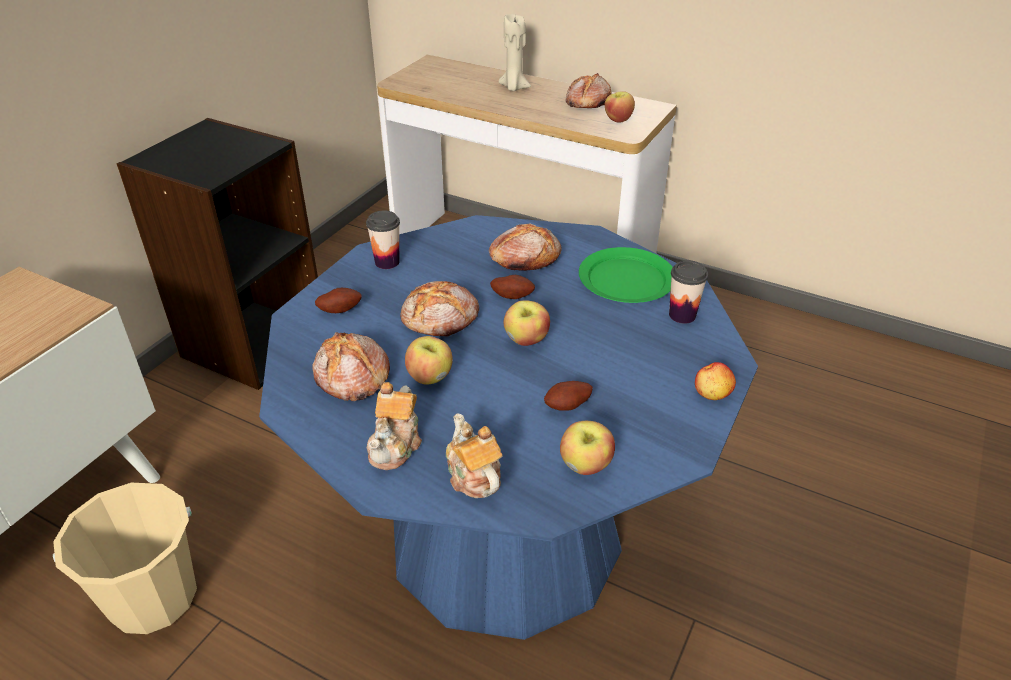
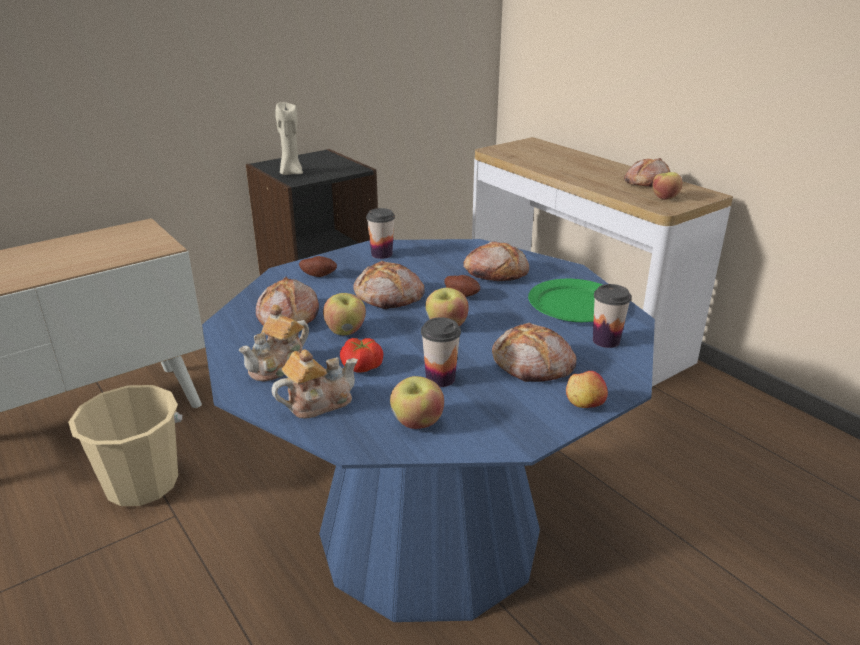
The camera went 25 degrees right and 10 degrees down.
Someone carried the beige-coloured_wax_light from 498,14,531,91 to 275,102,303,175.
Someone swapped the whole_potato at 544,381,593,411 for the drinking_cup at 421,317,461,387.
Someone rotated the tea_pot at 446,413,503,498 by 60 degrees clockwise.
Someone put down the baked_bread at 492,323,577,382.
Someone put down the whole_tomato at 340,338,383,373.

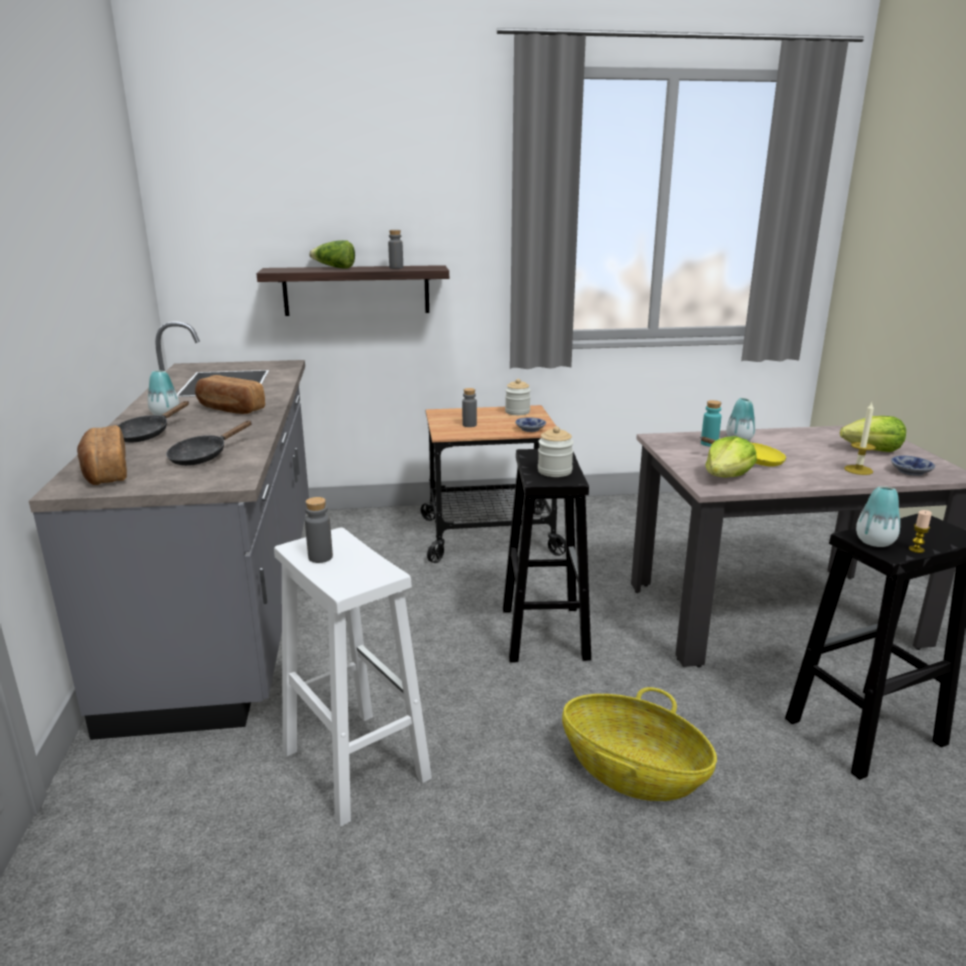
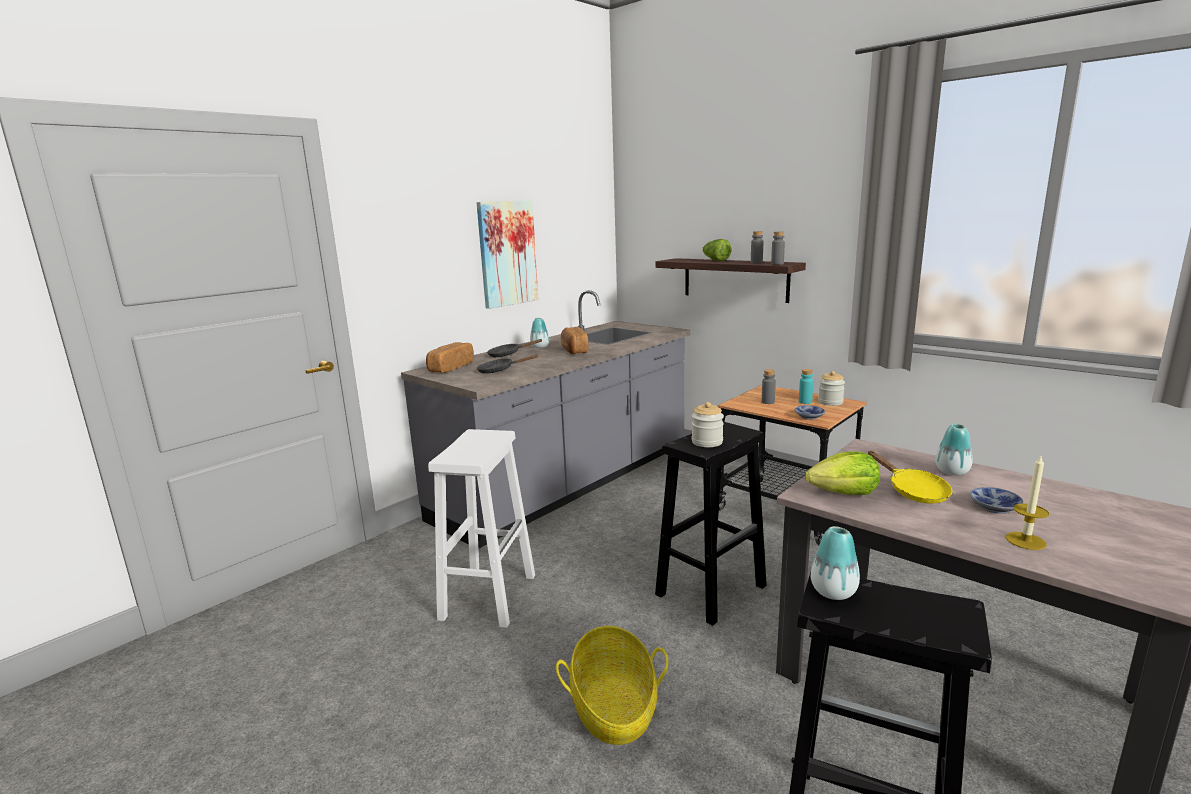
The camera went 50 degrees right and 5 degrees down.
Someone carried the turquoise-coloured_bottle from 701,400,722,447 to 799,369,814,404.
Someone took away the head_of_lettuce at 840,416,906,452.
Someone carried the serving_bowl from 891,455,935,476 to 970,487,1024,514.
Someone carried the greyish_bottle from 305,497,333,563 to 771,231,785,265.
Someone took away the wax_light at 909,510,932,553.
Someone put up the picture at 476,200,539,309.

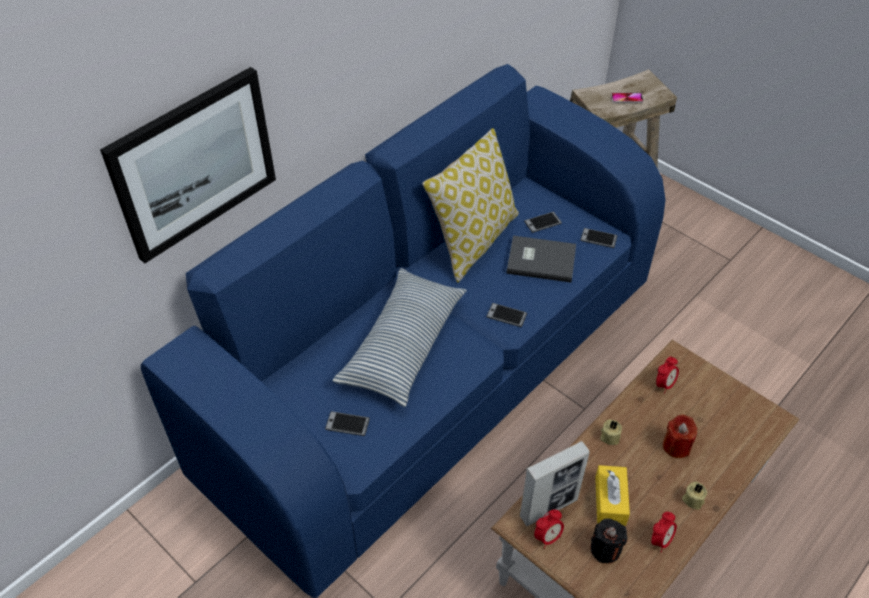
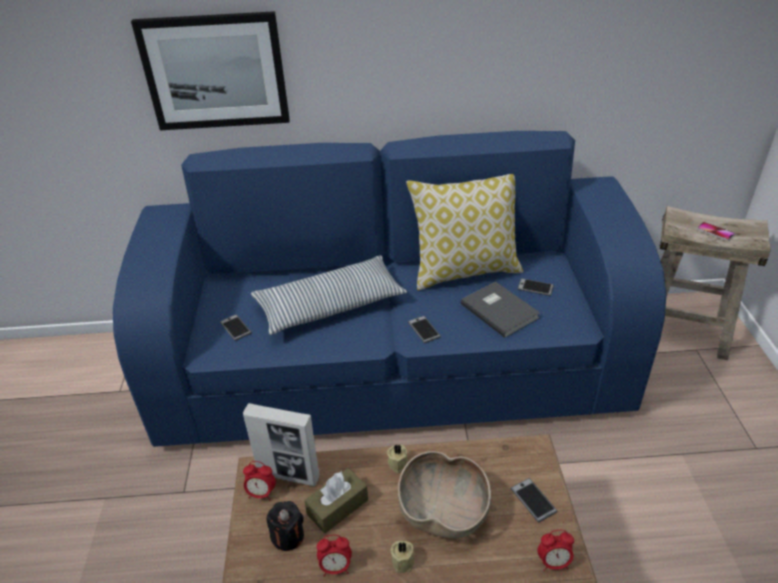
The camera went 45 degrees right and 10 degrees down.
Someone carried the telephone from 580,228,617,248 to 511,478,558,522.
Someone carried the bedside_clock from 656,356,679,394 to 537,530,574,571.
Someone swapped the red_wax_light at 663,415,697,458 for the brownish_serving_bowl at 398,451,491,539.
Someone repainted the yellowish_tissue_box at 595,465,630,526, which became the brownish_tissue_box at 304,468,368,534.

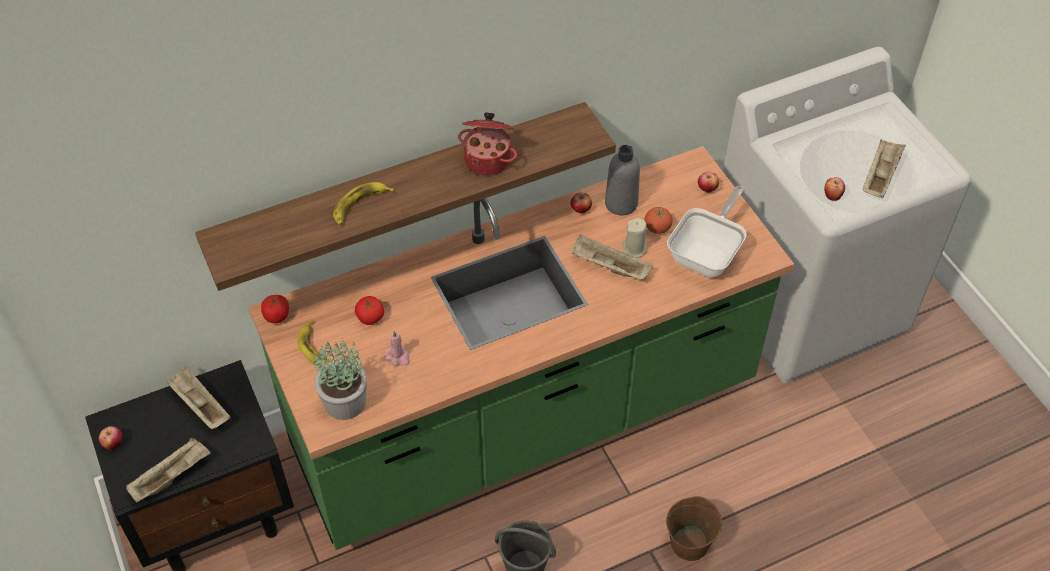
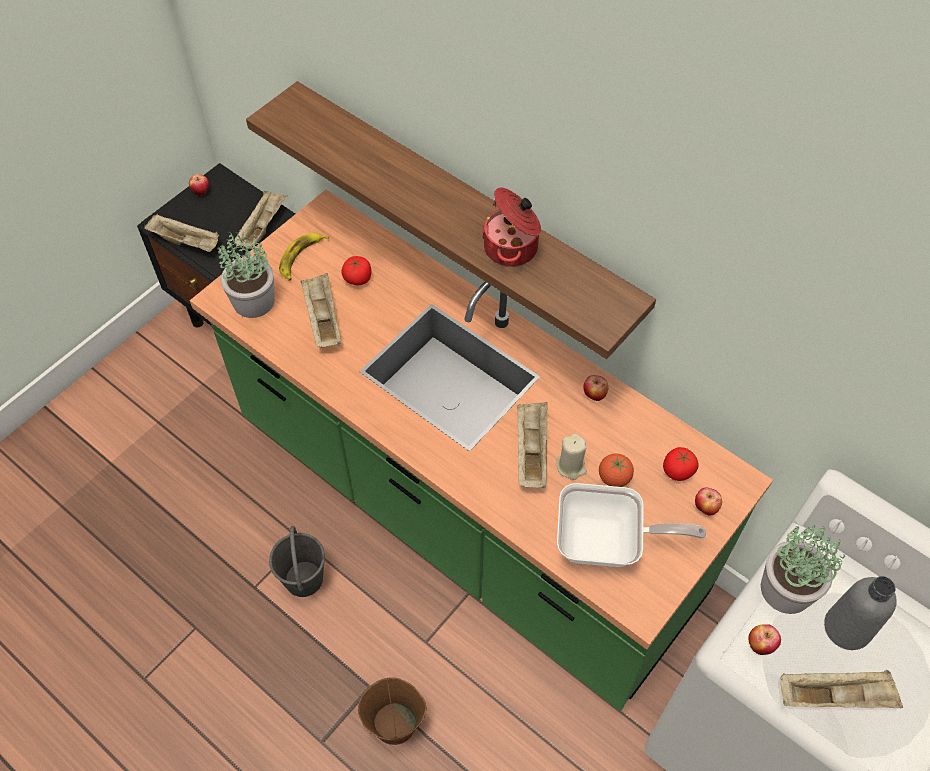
The camera went 65 degrees right and 5 degrees up.
Someone carried the greyish_bottle from 605,145,640,215 to 824,576,897,650.
Someone took away the whole_banana at 333,182,394,225.
Someone carried the whole_tomato from 261,295,289,323 to 663,447,698,481.
Someone swapped the pink_wax_light at 385,331,410,366 for the beige-coloured_tray at 301,273,341,347.
Someone put down the houseplant at 761,524,845,614.

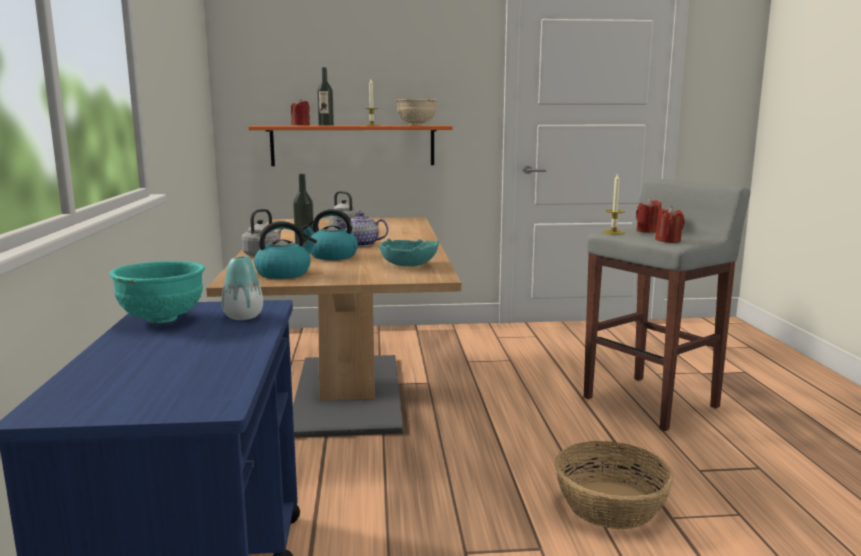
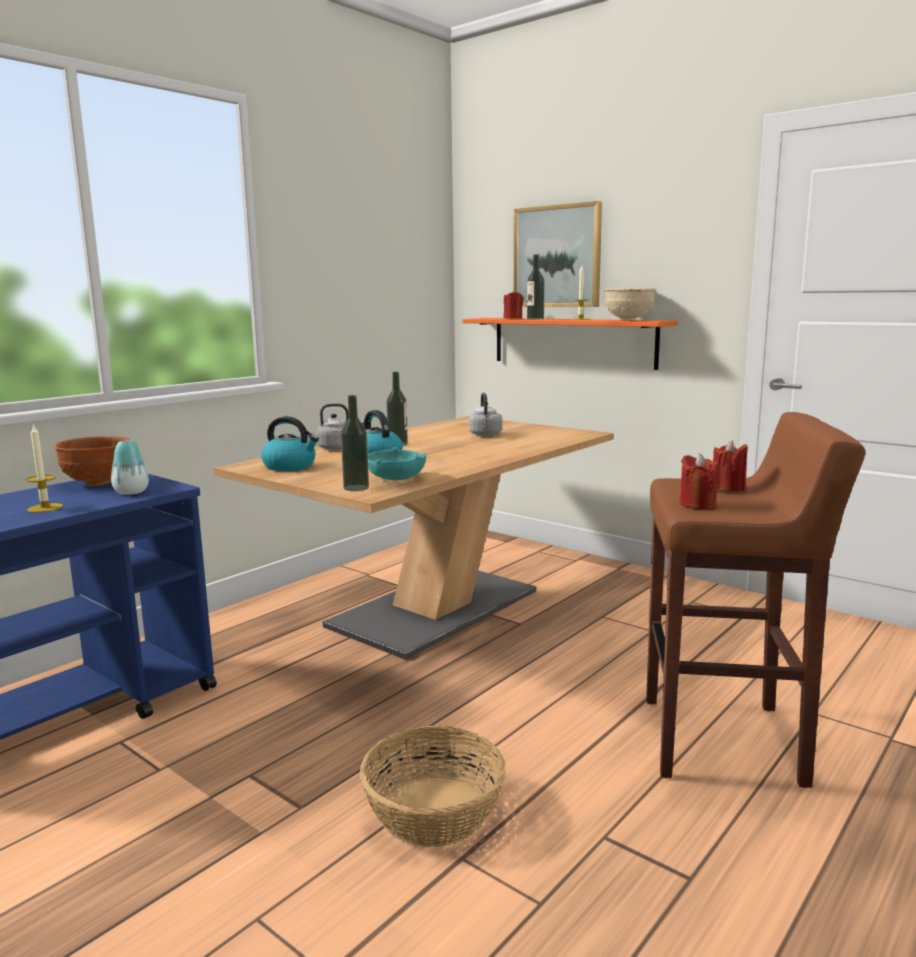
The camera went 45 degrees right and 0 degrees up.
Someone carried the wax_light from 603,173,625,235 to 26,423,63,513.
Someone repainted the greyish_sitting_stool at 584,179,751,431, which became the brownish_sitting_stool at 646,412,866,788.
Someone took away the tea_pot at 335,212,389,247.
Someone repainted the turquoise-coloured_serving_bowl at 110,261,205,323, which became the brownish_serving_bowl at 53,436,132,486.
Someone put up the picture at 514,201,602,307.
Someone put down the bottle at 341,395,369,491.

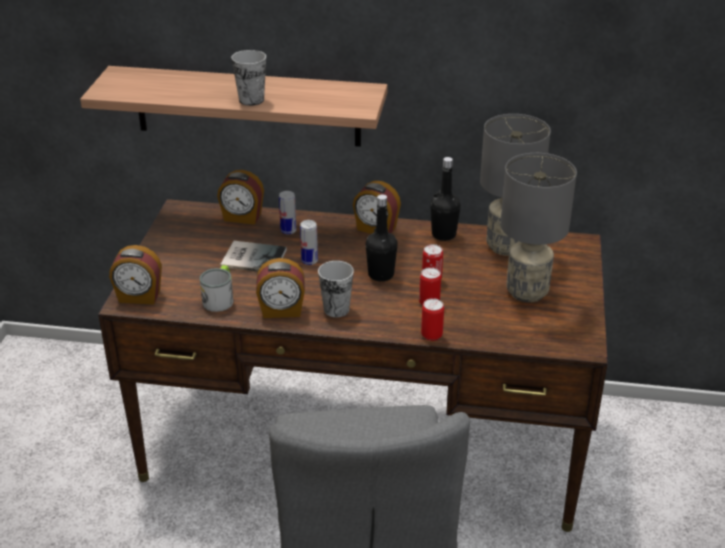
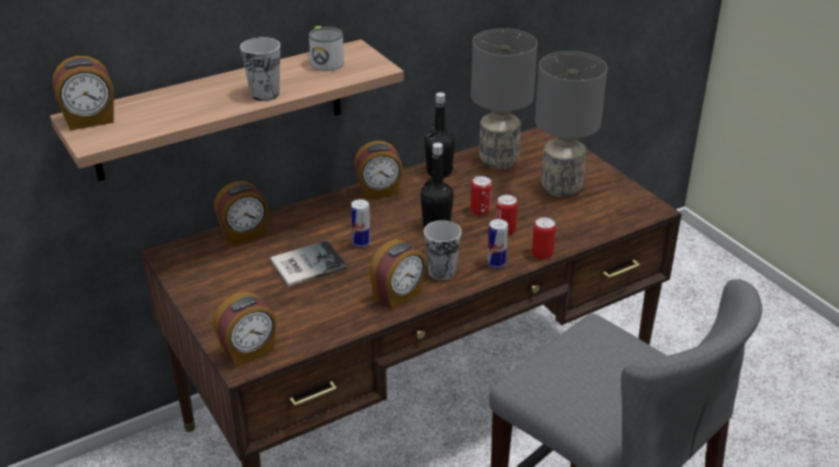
The camera went 40 degrees left and 0 degrees up.
Someone carried the sealed_can from 279,191,296,234 to 487,219,508,269.
Someone carried the coffee_mug from 200,265,234,312 to 309,26,344,71.
Someone put down the bedside_clock at 53,56,114,131.

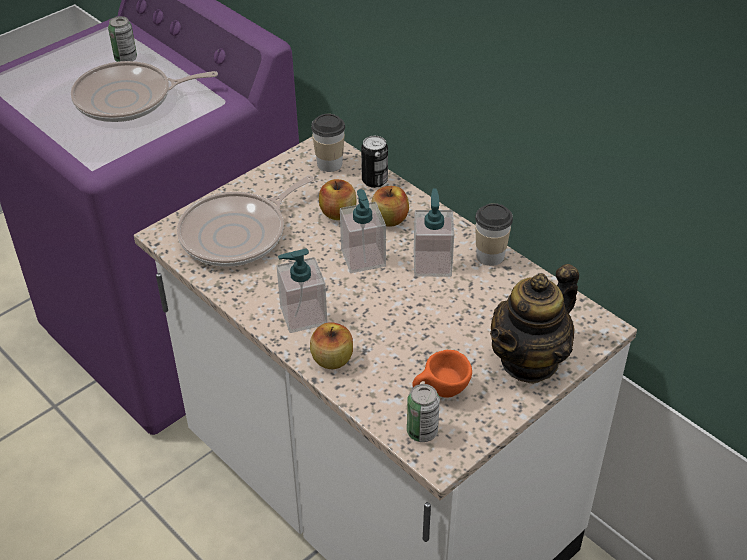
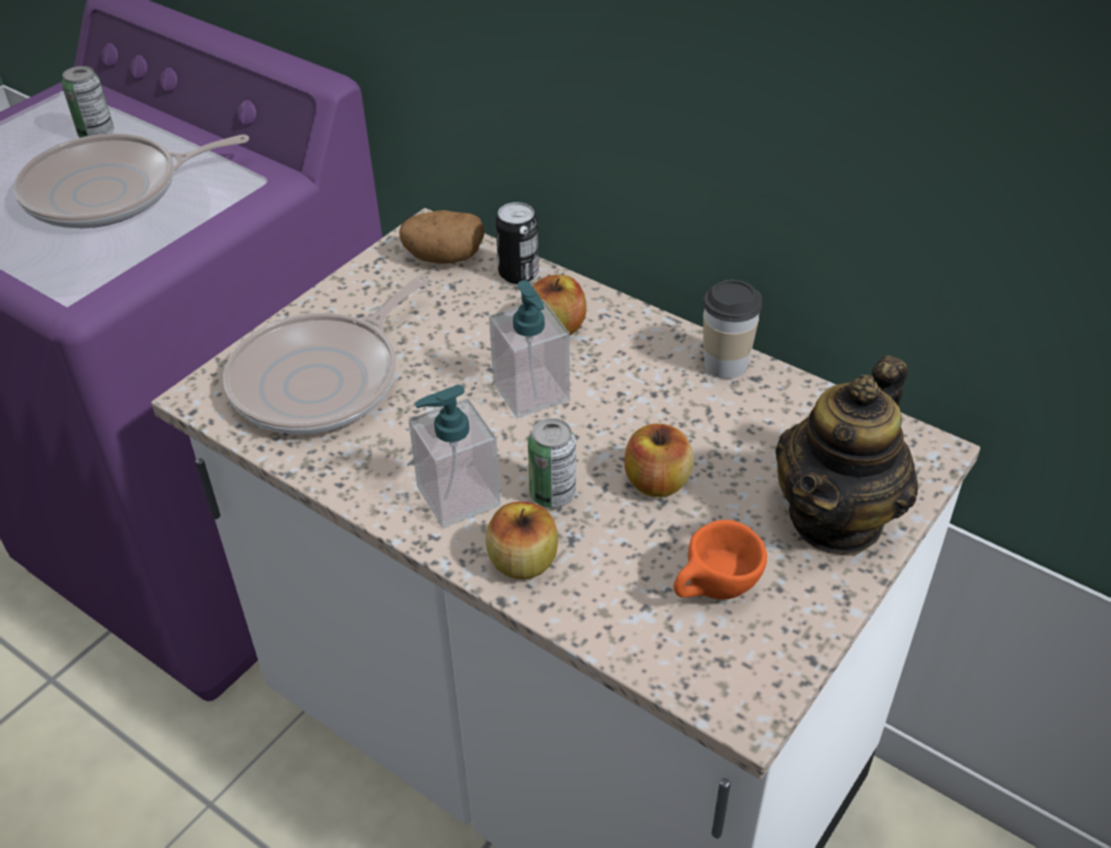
The camera went 10 degrees left and 0 degrees up.
Someone swapped the drinking_cup at 311,114,345,172 for the whole_potato at 399,210,484,263.
Someone carried the apple_fruit from 319,179,356,220 to 624,423,693,497.
Someone took away the soap_dispenser at 414,189,454,277.
Someone carried the sealed_can from 407,384,440,442 to 528,418,576,508.

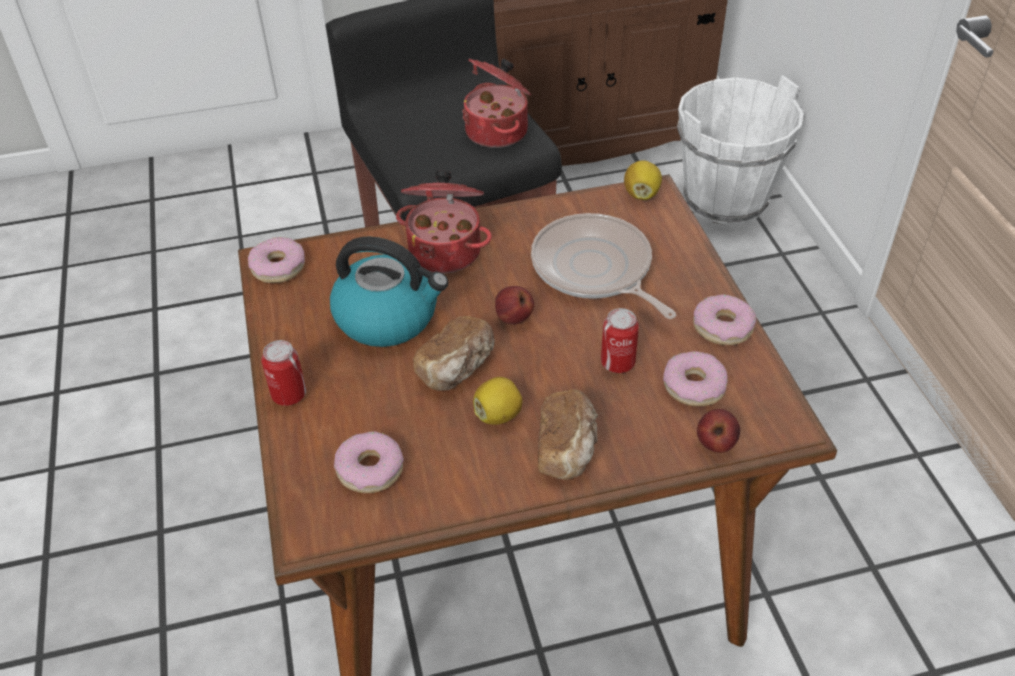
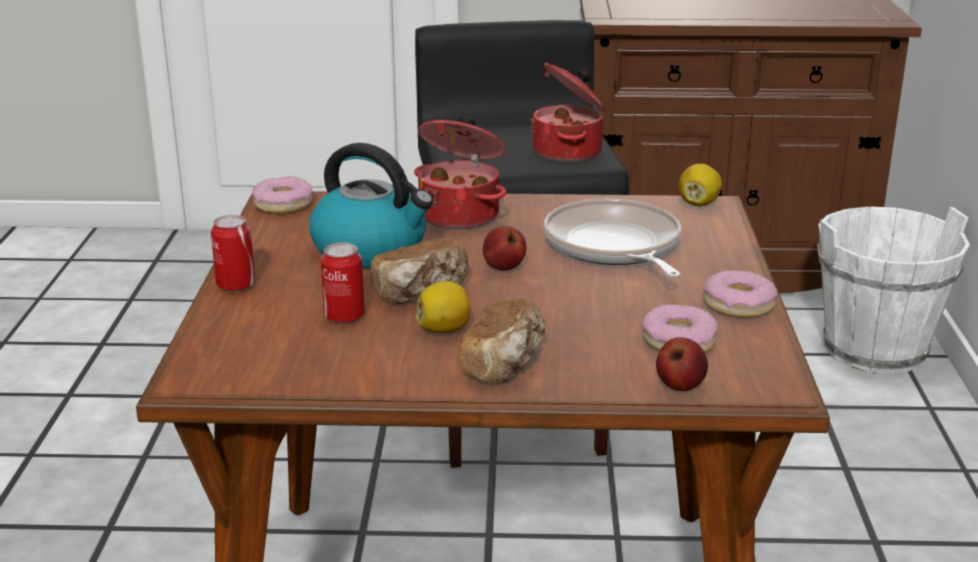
The camera went 15 degrees right and 20 degrees down.
Someone carried the sealed_can from 601,308,639,373 to 321,243,365,324.
Someone took away the ring_doughnut at 334,431,404,493.

